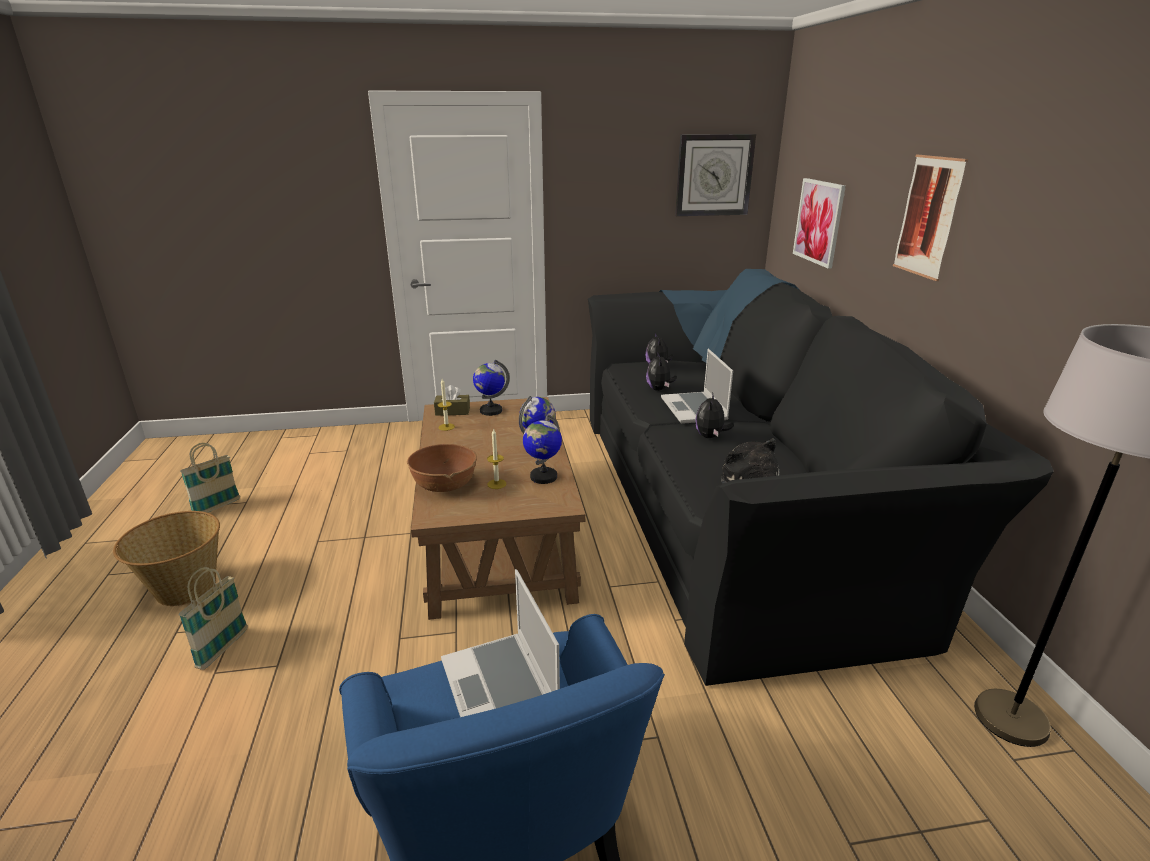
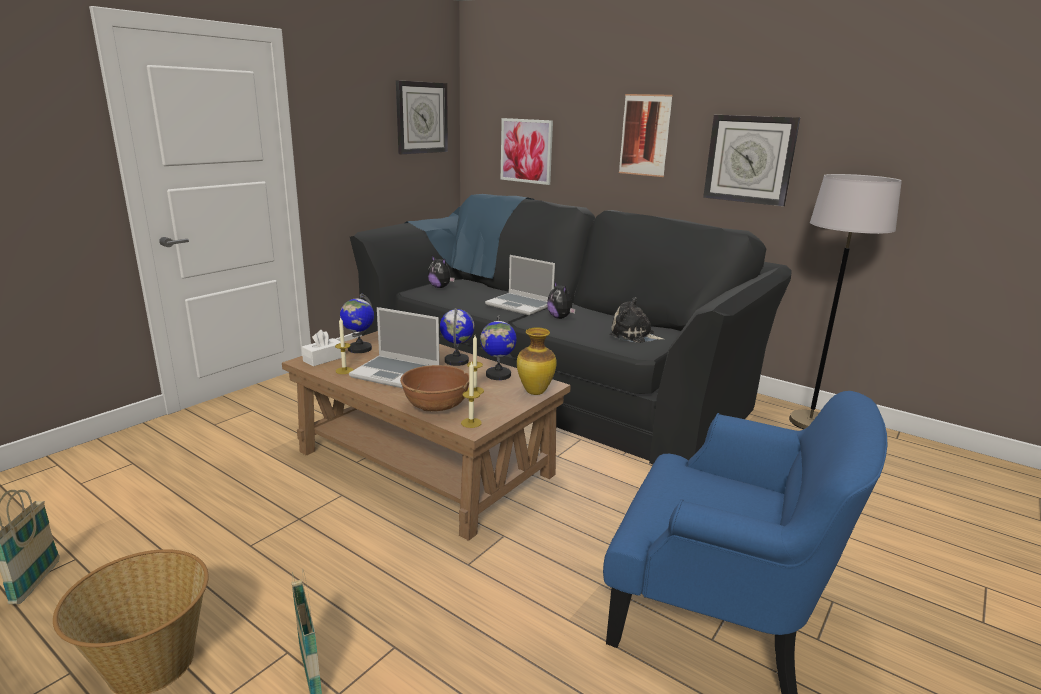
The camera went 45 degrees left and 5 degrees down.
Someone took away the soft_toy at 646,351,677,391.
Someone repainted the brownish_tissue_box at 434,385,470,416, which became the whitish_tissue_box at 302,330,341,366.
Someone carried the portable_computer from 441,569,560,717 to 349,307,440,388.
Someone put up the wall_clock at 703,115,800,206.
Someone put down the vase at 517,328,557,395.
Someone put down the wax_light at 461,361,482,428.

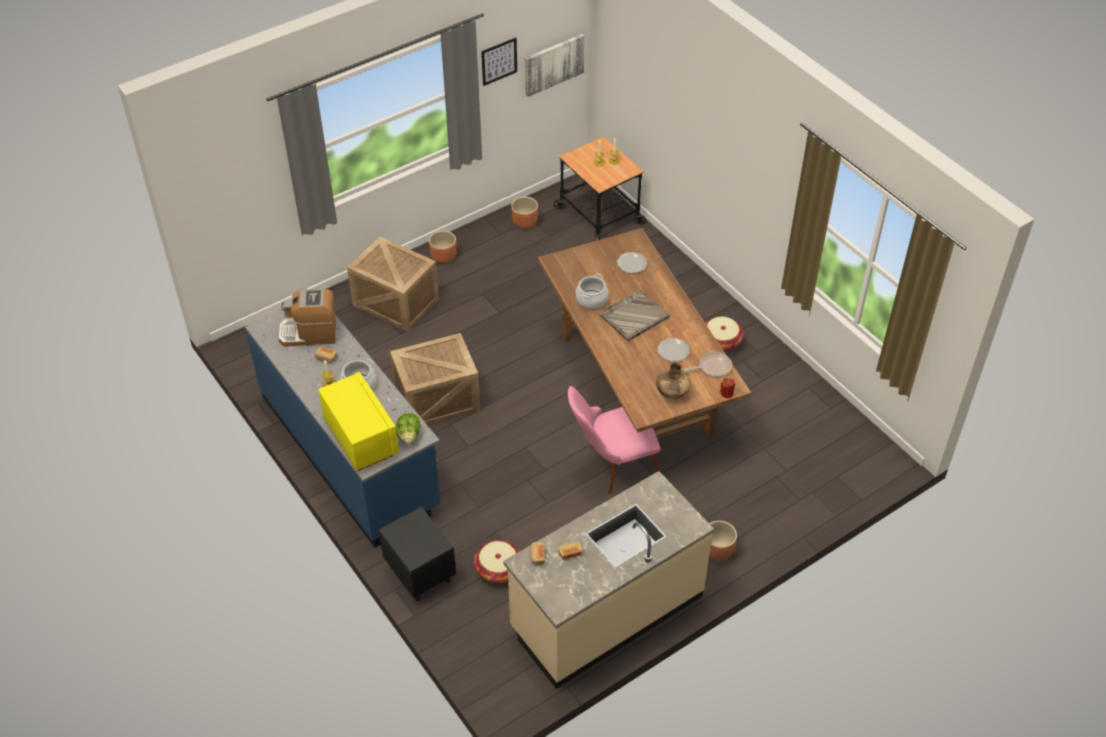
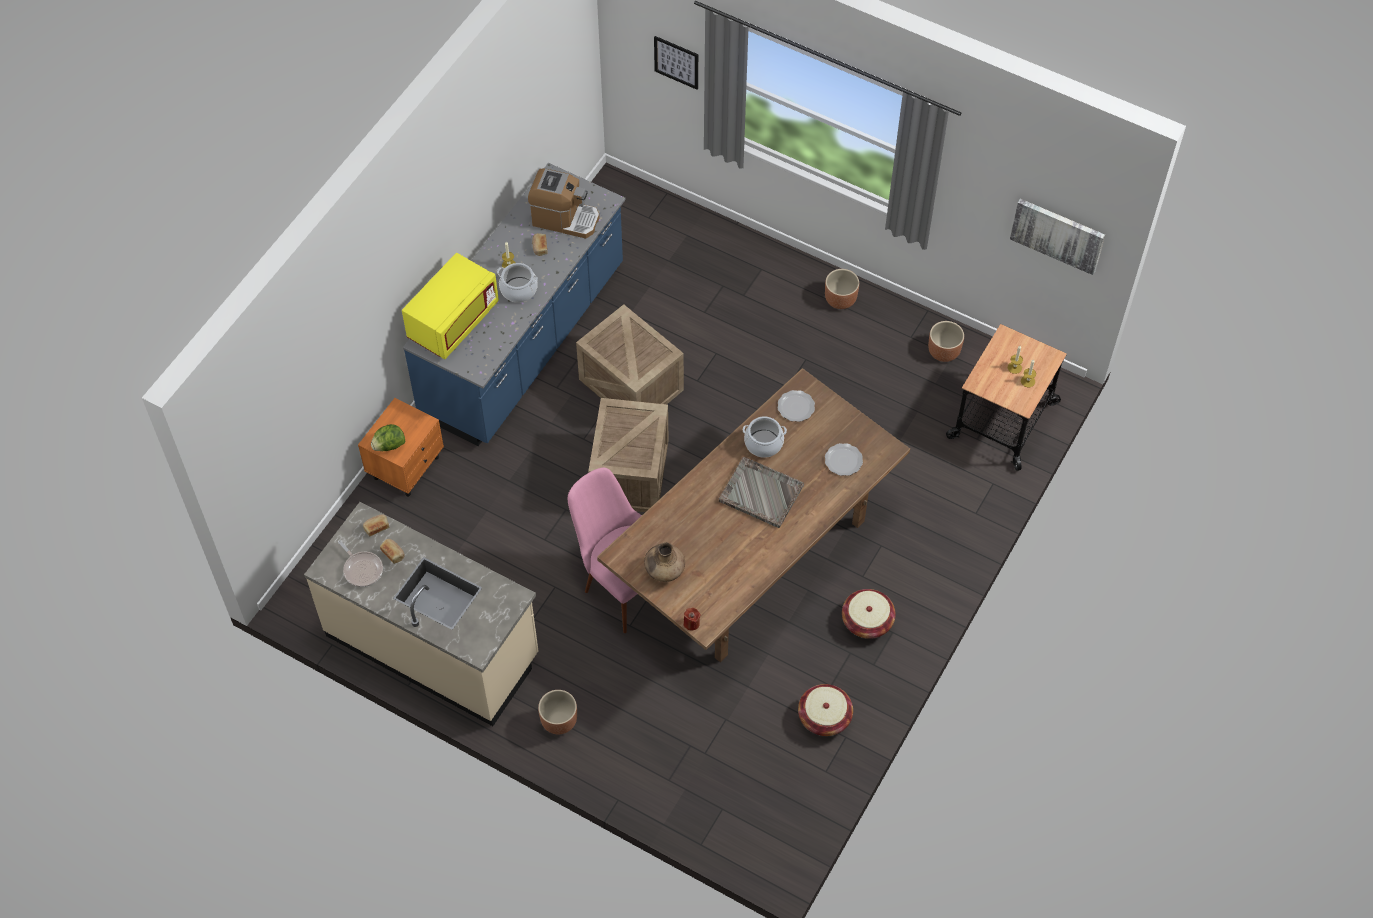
The camera went 65 degrees right and 10 degrees up.
Someone carried the picture from 481,37,517,86 to 654,36,698,90.
Someone carried the shipping_crate from 347,236,439,332 to 588,398,669,512.
Someone rotated the coffee_machine at 278,288,336,347 by 135 degrees clockwise.
Someone carried the dinner_plate from 658,338,690,362 to 778,390,815,422.
Someone carried the frying_pan from 683,352,732,377 to 338,540,383,587.
Someone carried the head_of_lettuce from 396,413,420,444 to 371,424,405,451.
Someone repainted the blackish_bedside_table at 379,506,456,601, which became the orange_bedside_table at 358,398,444,497.
Someone carried the basket from 474,540,520,583 to 798,684,853,736.

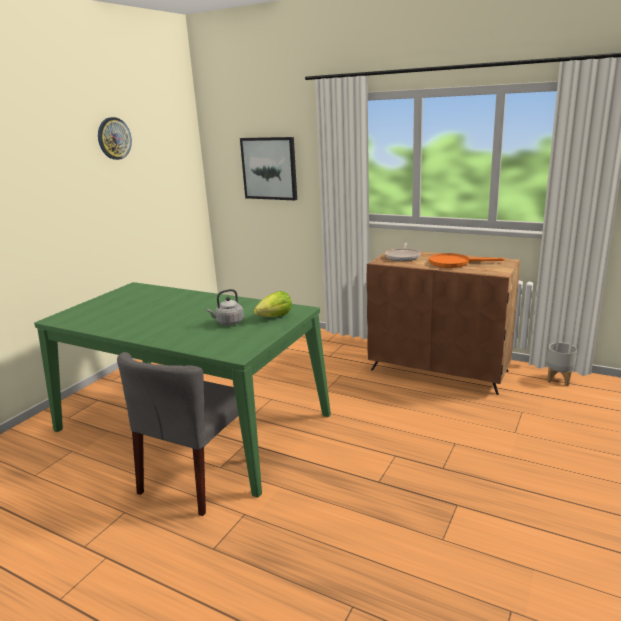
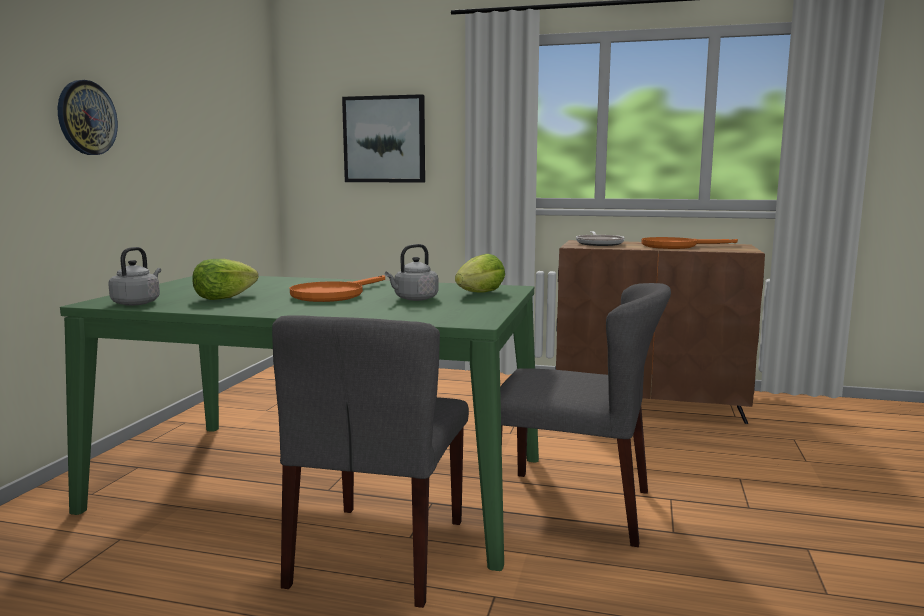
The camera went 15 degrees left and 10 degrees down.
Someone carried the wall_clock from 98,117,132,160 to 58,80,118,155.
Someone took away the greyish_planter at 547,343,577,386.
Someone put down the greyish_tea_kettle at 108,247,161,306.
Someone put down the head_of_lettuce at 192,259,259,300.
Someone put down the orange_frying_pan at 290,275,385,302.
Someone put down the greyish_upright_chair at 500,283,671,547.

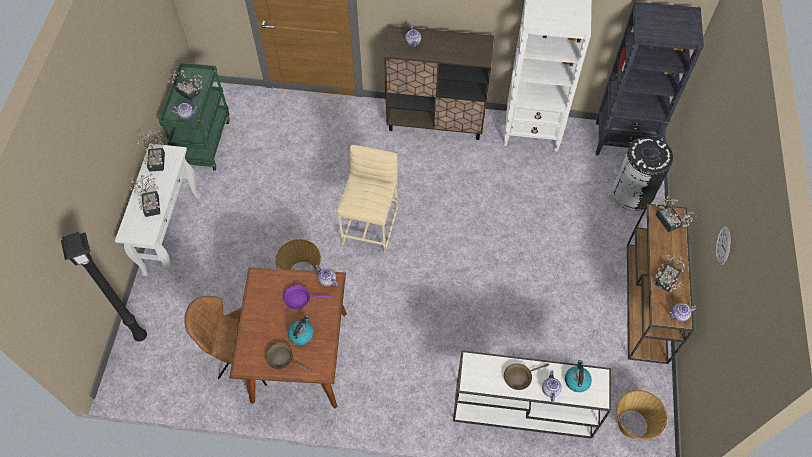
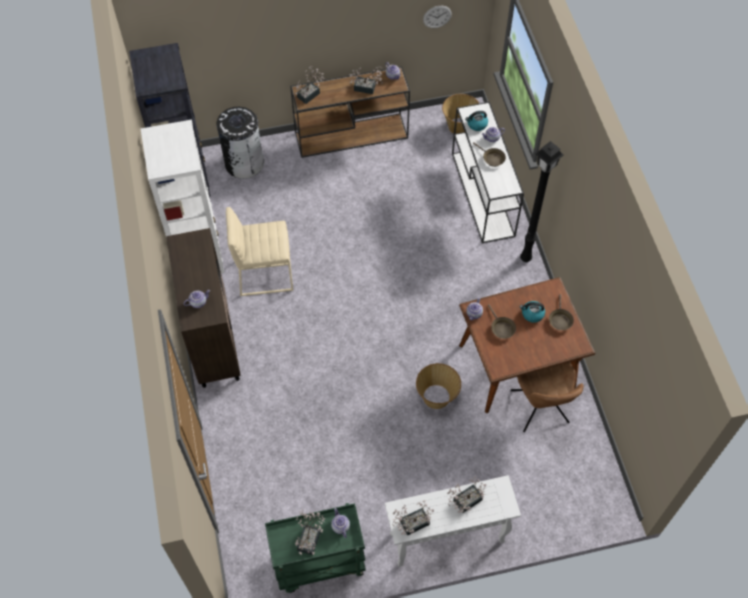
The camera went 110 degrees left and 0 degrees up.
Someone carried the beige-coloured_sitting_stool from 337,145,398,253 to 226,207,293,296.
Someone carried the wall_clock from 716,226,731,265 to 423,6,452,28.
Someone carried the blackish_standing_lamp from 61,232,147,341 to 520,141,564,262.
Someone repainted the purple-coloured_frying_pan at 283,285,331,309, which became the brownish_frying_pan at 488,304,516,339.

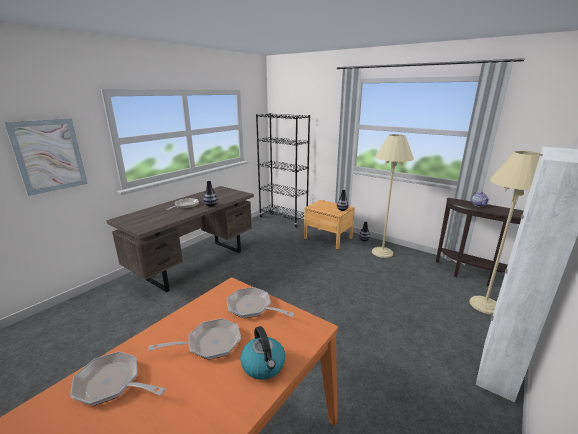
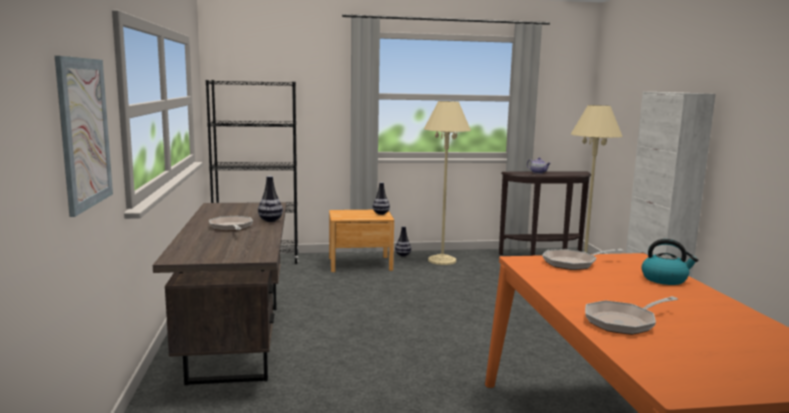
The camera went 45 degrees left and 10 degrees down.
Someone took away the frying_pan at 148,318,241,360.

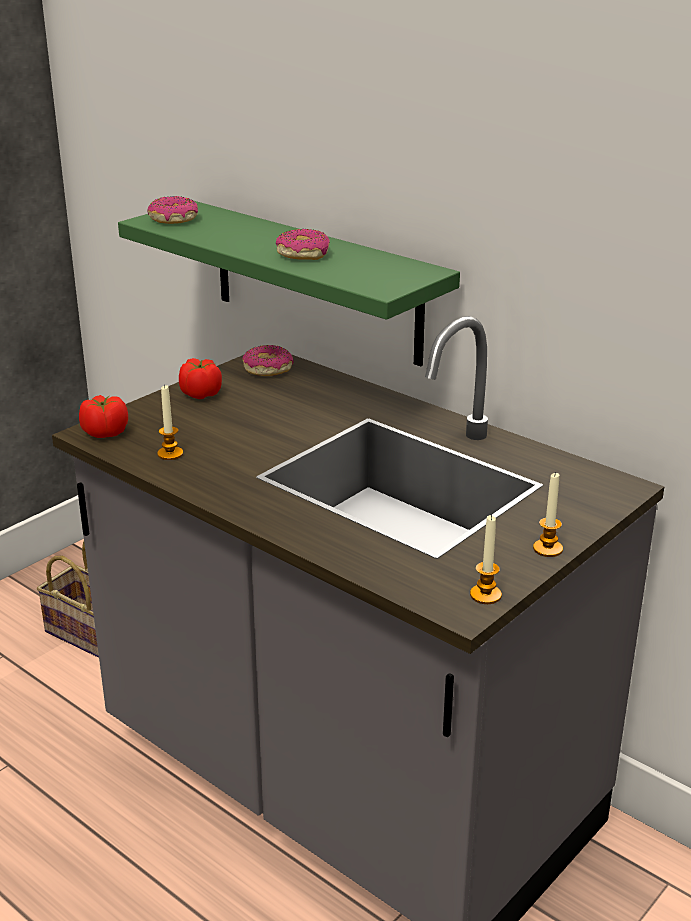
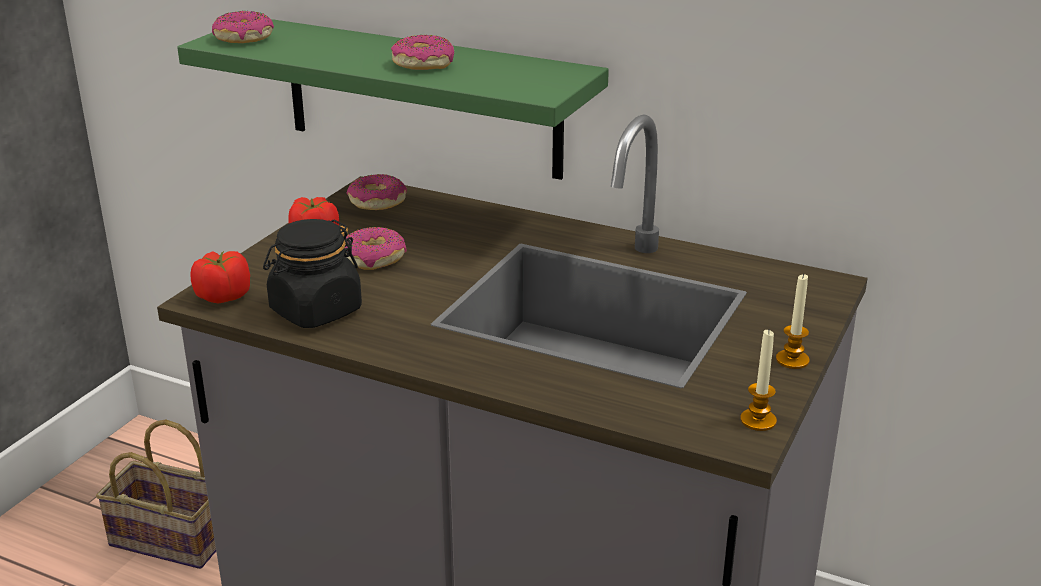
The camera went 15 degrees left and 0 degrees up.
Someone swapped the wax_light at 157,385,183,460 for the blackish_storage_jar at 263,219,362,328.
Someone put down the ring_doughnut at 345,227,407,270.

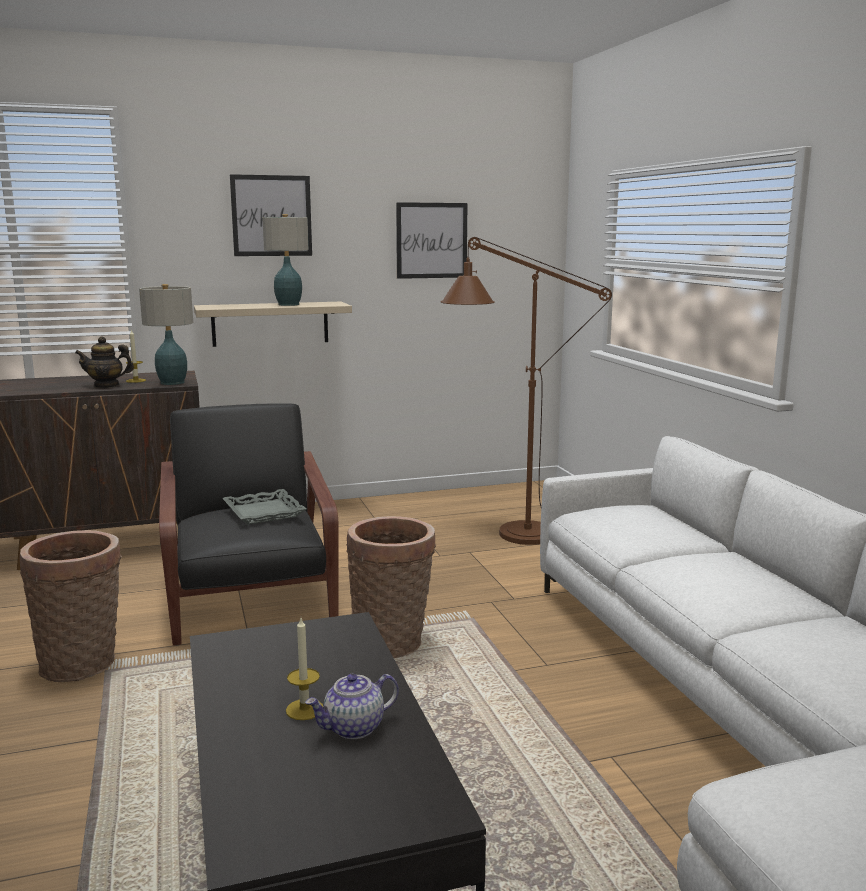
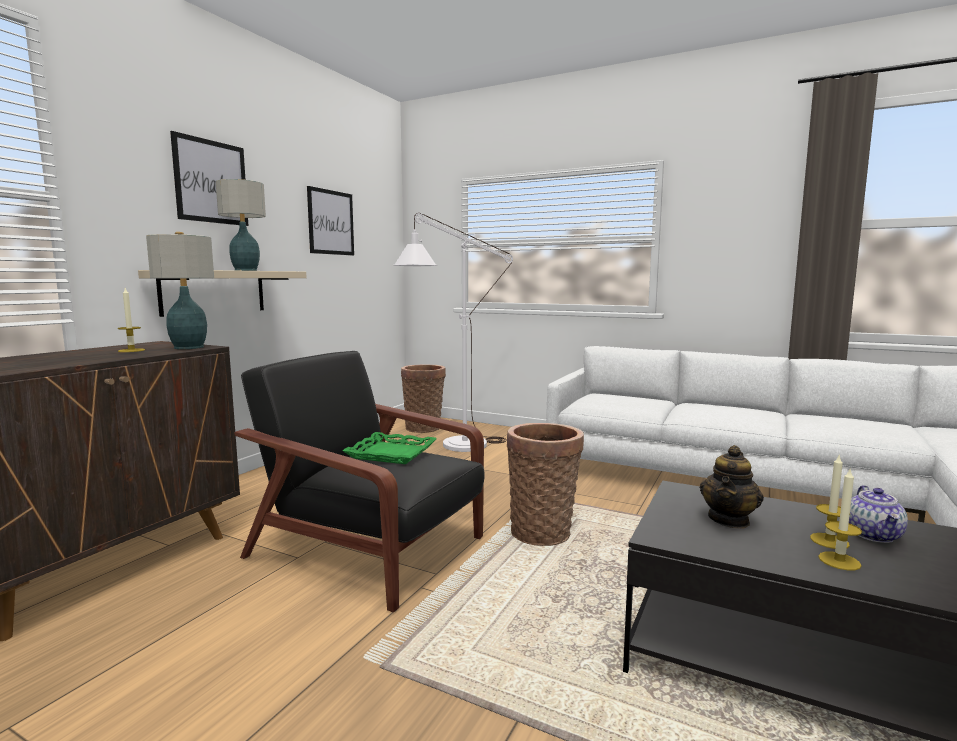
The camera went 45 degrees left and 5 degrees down.
Someone repainted the brownish_standing_lamp at 441,237,612,545, which became the whitish_standing_lamp at 393,213,513,452.
Someone carried the tea_pot from 75,336,134,388 to 700,445,764,529.
Someone repainted the greyish_tray at 222,489,306,525, which became the green_tray at 342,432,437,464.
Someone carried the basket from 19,530,122,682 to 401,365,446,433.
Someone put down the wax_light at 818,467,862,571.

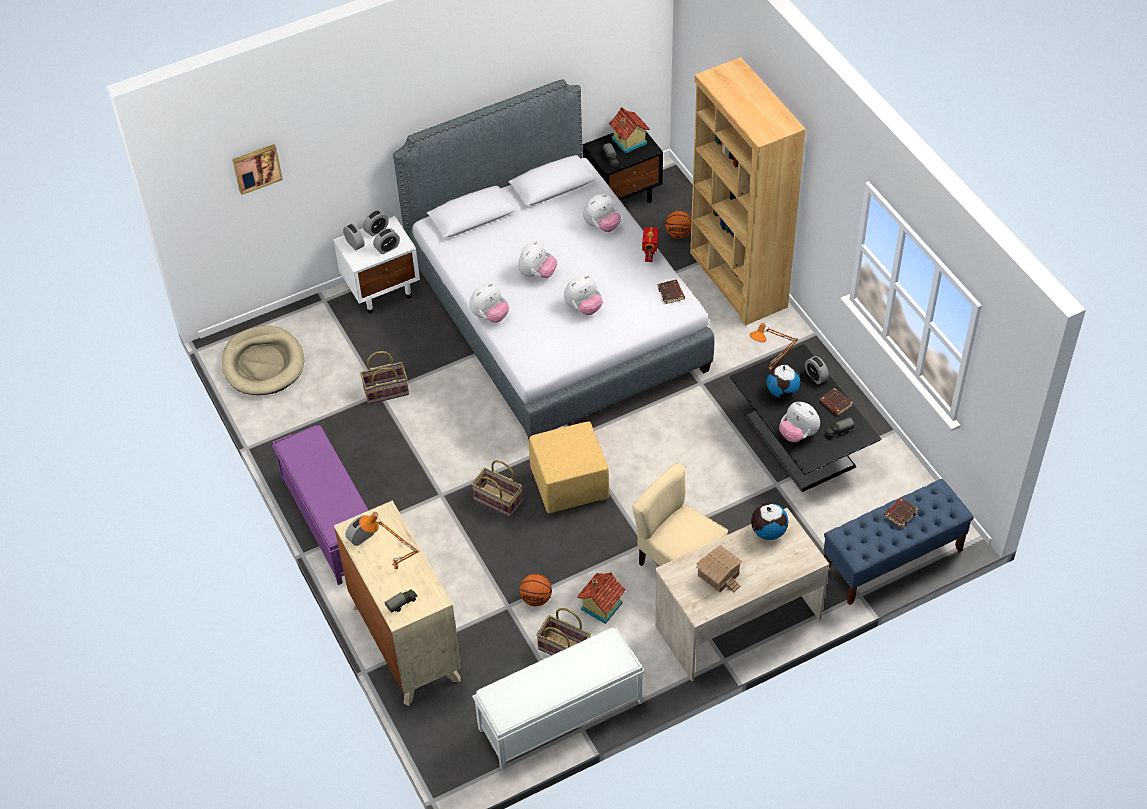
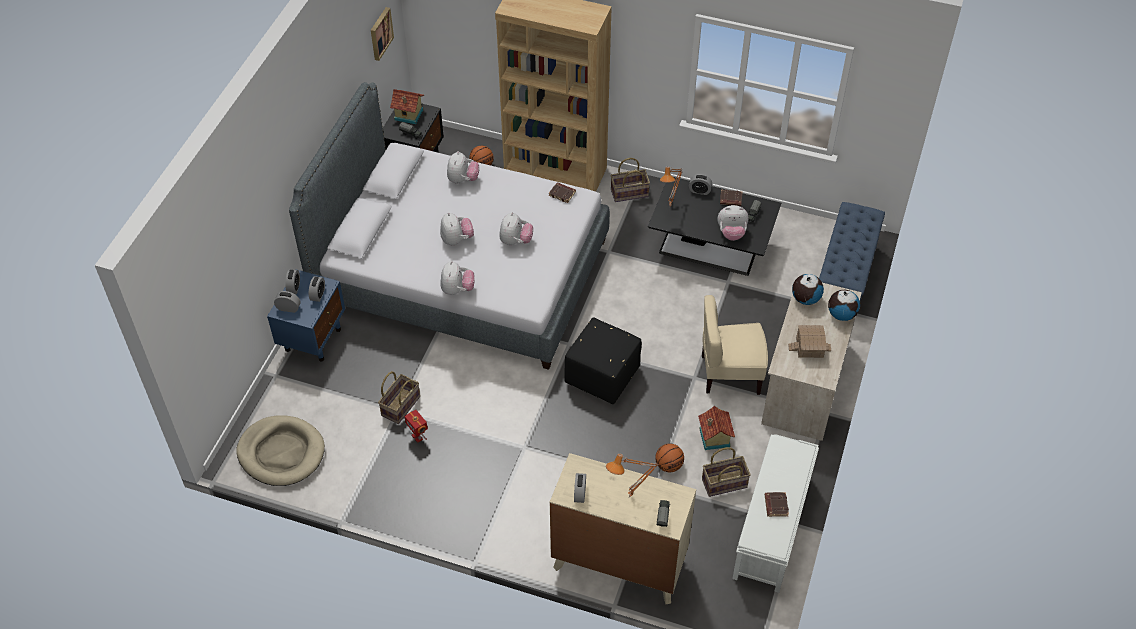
The camera went 45 degrees left and 0 degrees up.
Someone carried the picture from 232,144,283,195 to 371,7,394,61.
Someone repainted the whitish_bedside_table at 333,216,420,313, which became the blue_bedside_table at 267,269,345,362.
Someone carried the robot_figure from 642,227,659,262 to 404,410,428,443.
Someone carried the world_globe from 766,364,800,398 to 828,290,860,321.
Someone repainted the yellowish_pouffe at 529,421,609,514, which became the blackish_pouffe at 565,318,642,404.
Someone took away the purple-coloured_indoor_bench at 272,425,369,585.
Someone carried the basket from 471,460,523,517 to 611,158,650,202.
Someone carried the brownish_book from 884,498,918,528 to 765,492,789,517.

